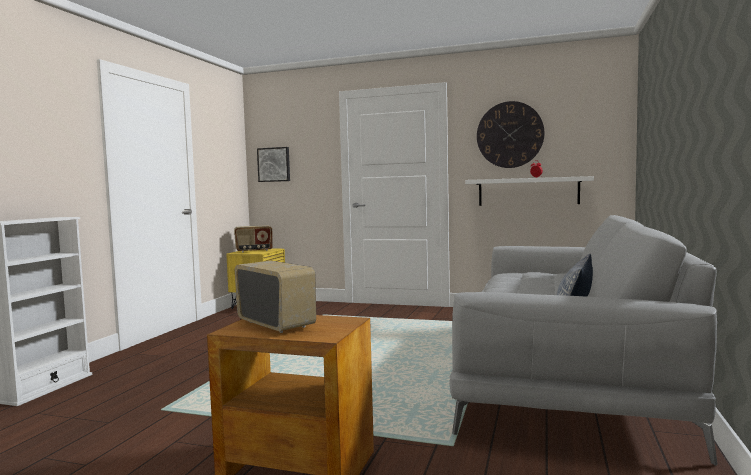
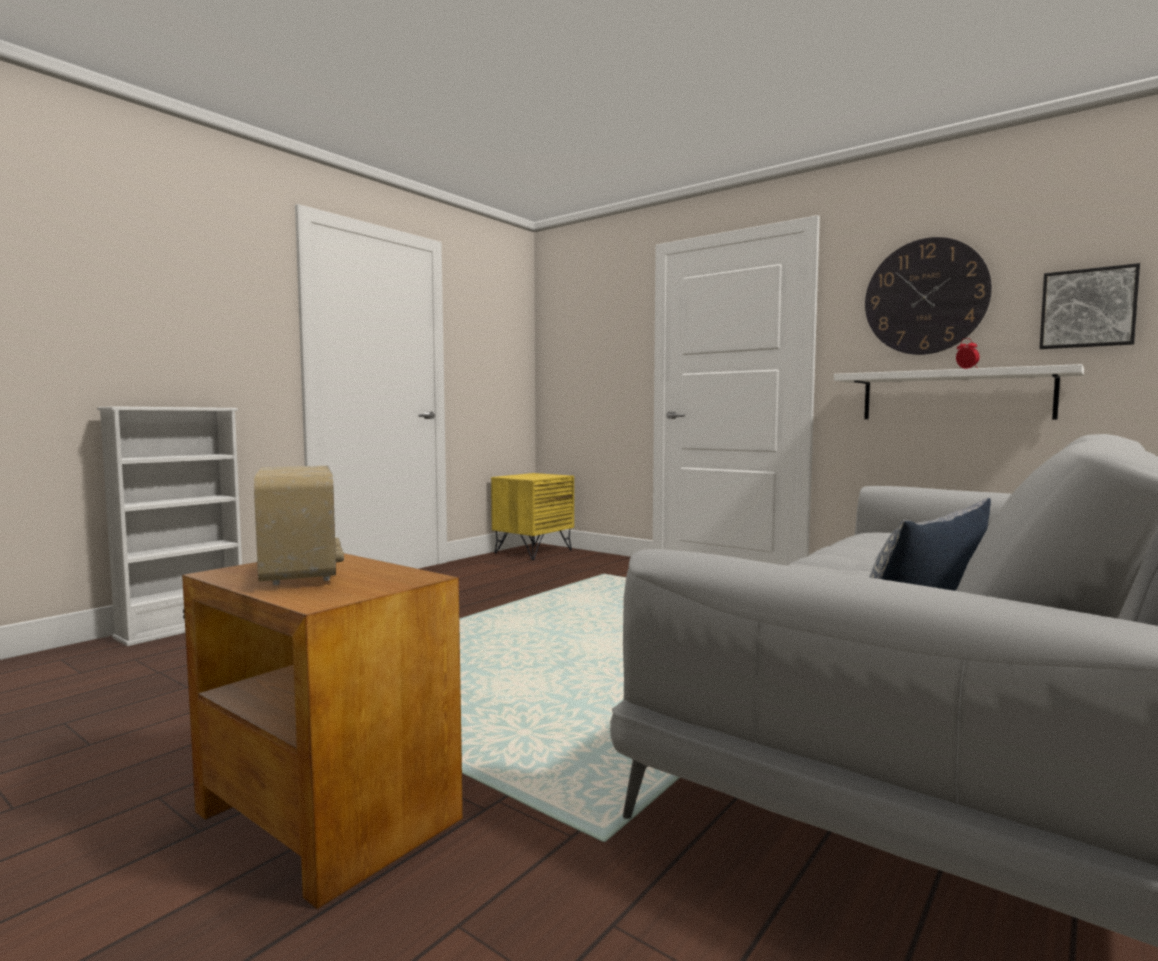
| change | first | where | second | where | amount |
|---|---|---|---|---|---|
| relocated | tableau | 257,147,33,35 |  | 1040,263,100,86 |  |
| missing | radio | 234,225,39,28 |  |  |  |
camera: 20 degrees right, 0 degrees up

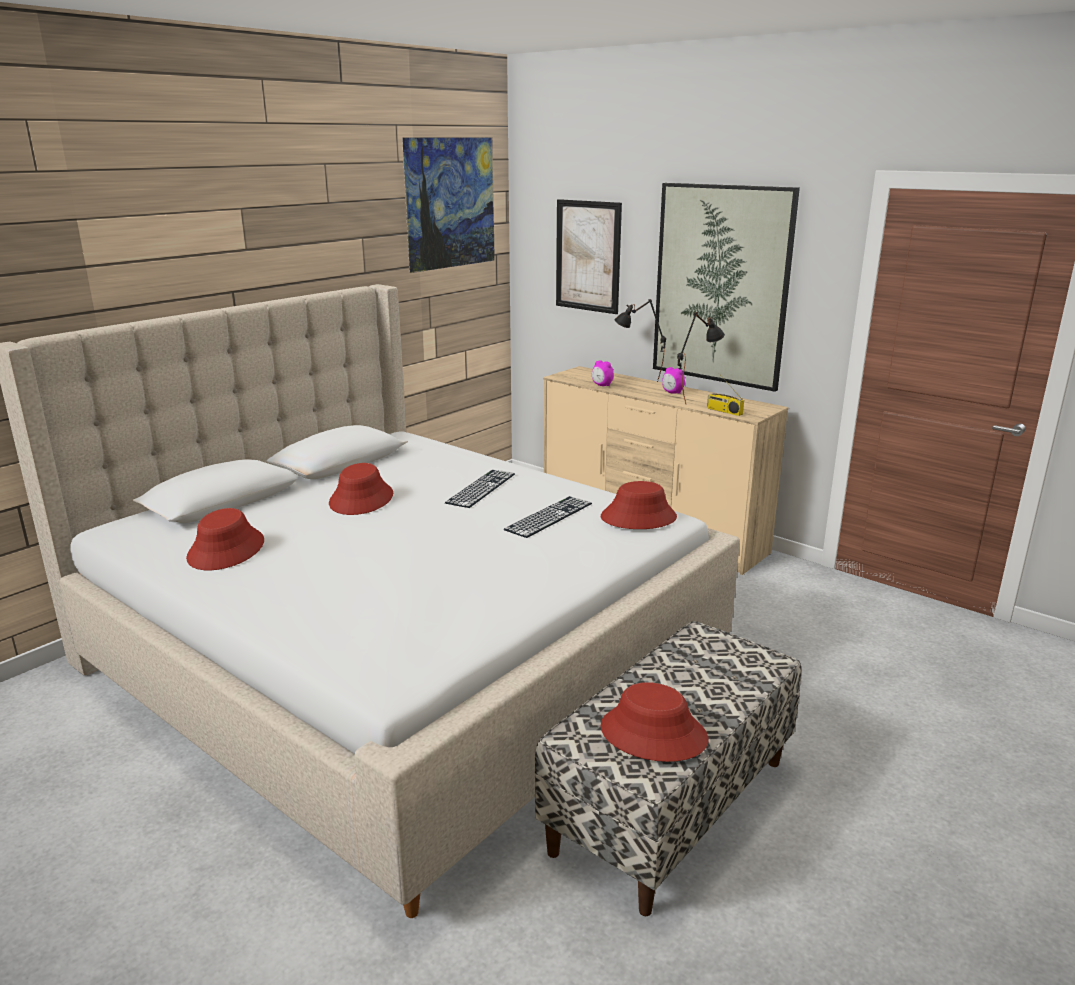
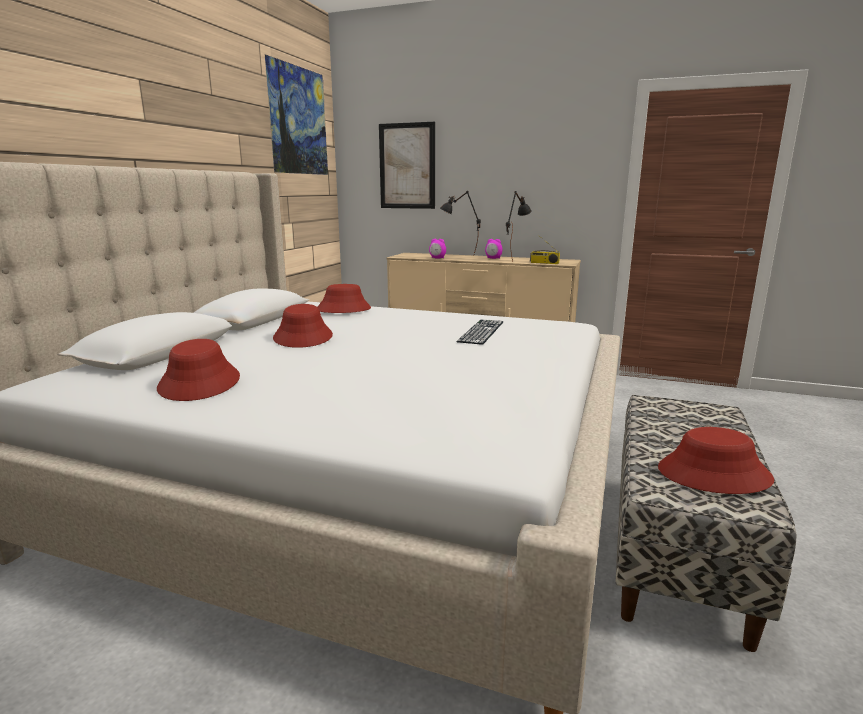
| change | first | where | second | where | amount |
|---|---|---|---|---|---|
| relocated | chapeau [rouge] | 601,481,76,48 |  | 317,284,54,29 |  |
| missing | clavier | 445,470,70,38 |  |  |  |
| missing | tableau | 653,183,147,209 |  |  |  |
camera: 20 degrees left, 5 degrees down

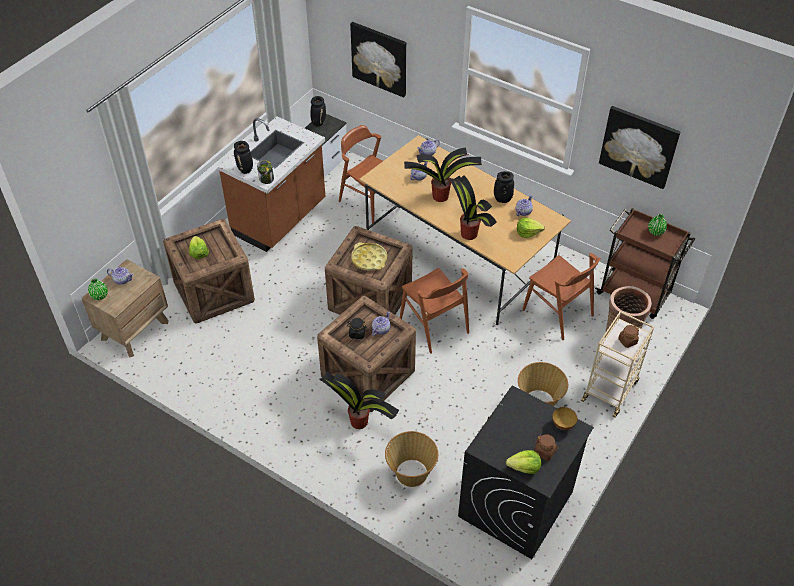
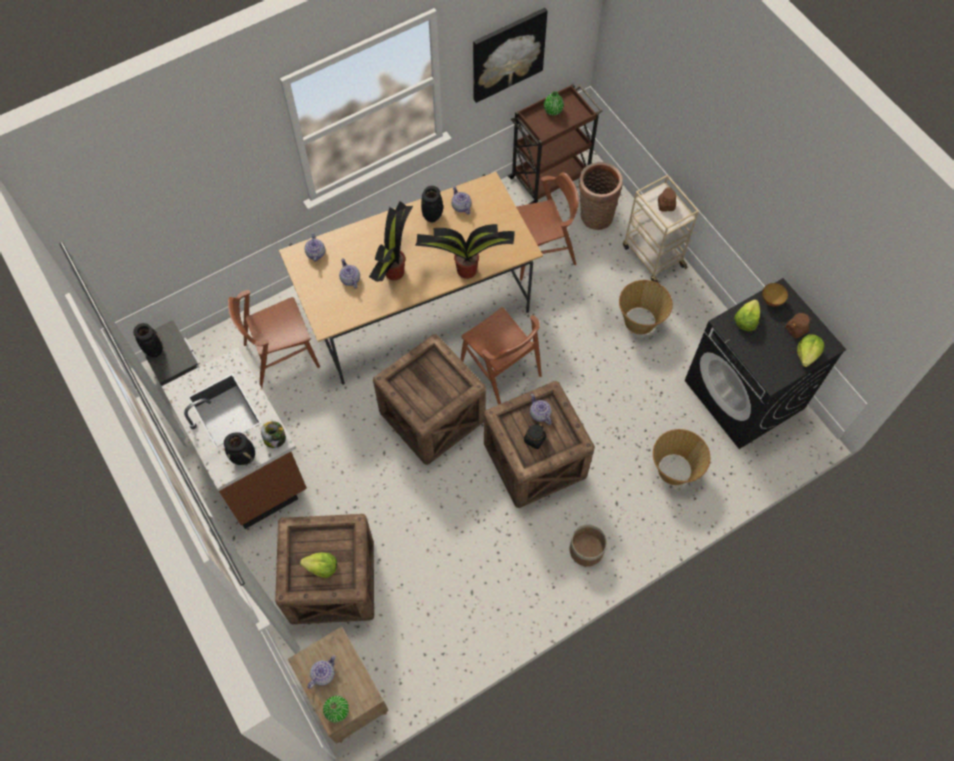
| change | first | where | second | where | amount |
|---|---|---|---|---|---|
| spun | chaise [marron] | 400,268,69,86 |  | 460,307,82,98 | 60 degrees clockwise |
| appeared |  |  | cache-pot | 570,524,37,42 |  |
| relocated | laitue | 517,218,28,20 |  | 734,300,26,31 |  |
| missing | plante en pot | 319,372,80,57 |  |  |  |
| missing | tableau | 350,22,56,76 |  |  |  |
| missing | plateau [jaune] | 351,242,36,29 |  |  |  |
camera: 65 degrees left, 15 degrees up

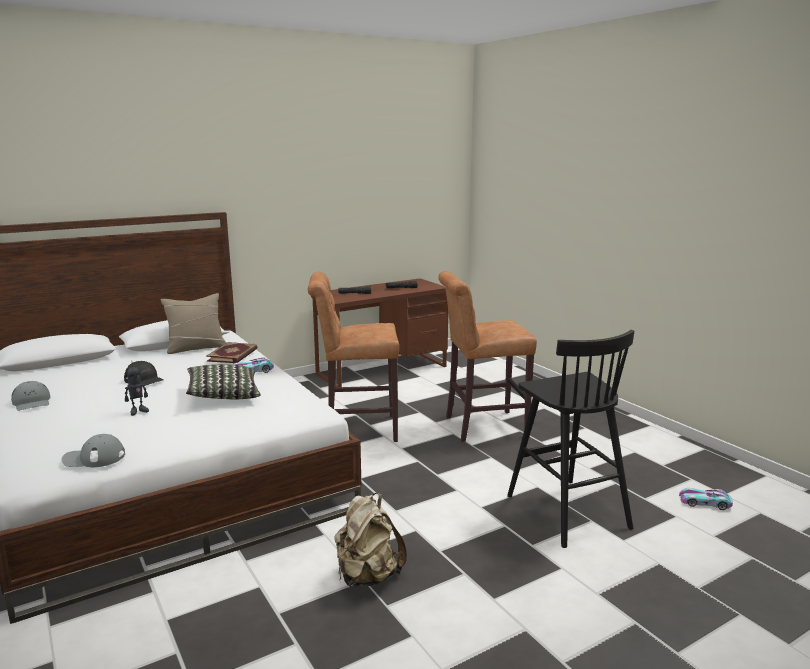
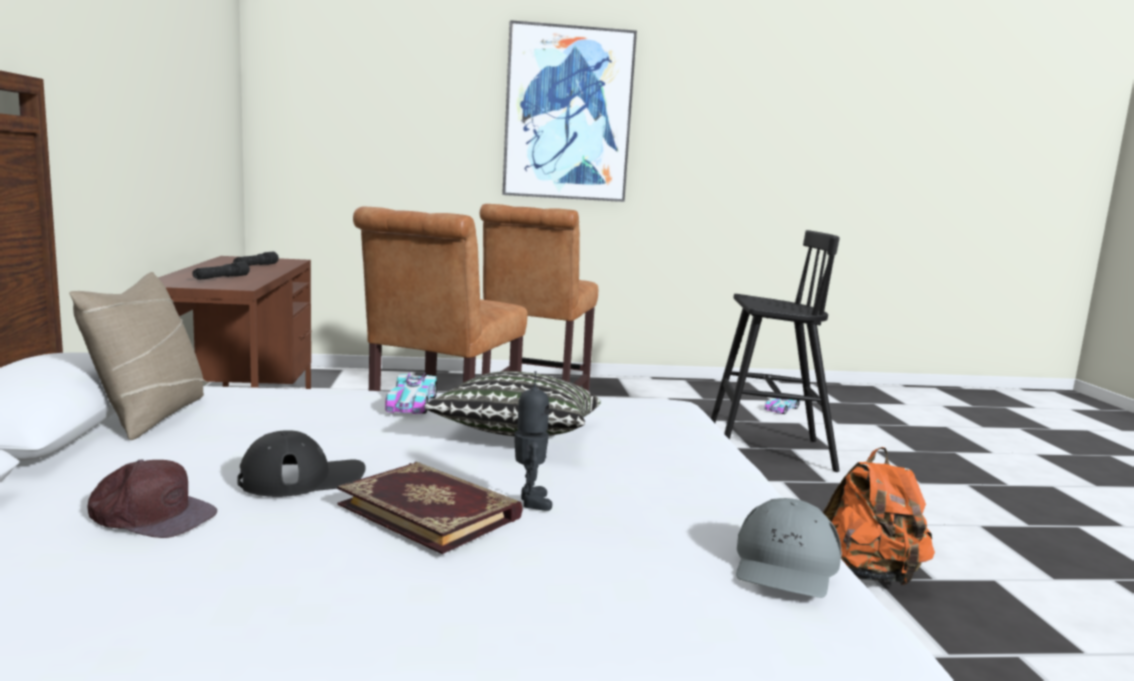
| change | first | where | second | where | amount |
|---|---|---|---|---|---|
| appeared |  |  | casquette [marron] | 87,459,130,79 |  |
| relocated | livre | 206,342,51,21 |  | 337,462,186,92 |  |
| appeared |  |  | tableau | 502,20,135,182 |  |
| colour | sac à dos [beige] | 334,493,73,94 | sac à dos [orange] | 823,447,112,139 |  |
| missing | casquette [gris] | 11,381,39,30 |  |  |  |
camera: 65 degrees left, 5 degrees down

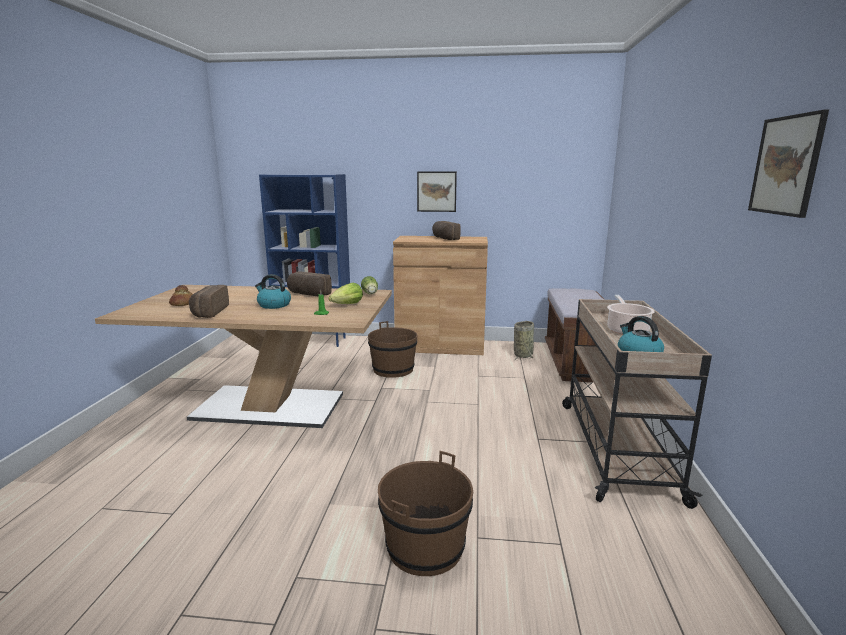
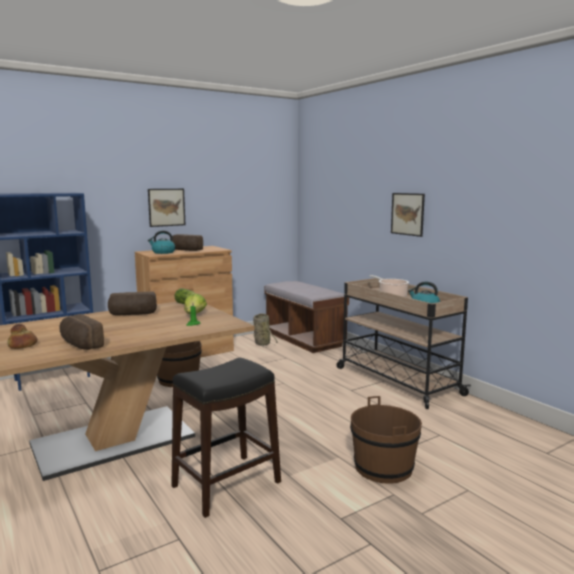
| change | first | where | second | where | amount |
|---|---|---|---|---|---|
| relocated | bouilloire | 255,274,36,35 |  | 148,231,27,23 |  |
| appeared |  |  | tabouret [noir] | 171,358,110,160 |  |
| relocated | tableau | 748,109,81,109 |  | 391,193,34,44 |  |
camera: 40 degrees left, 5 degrees down

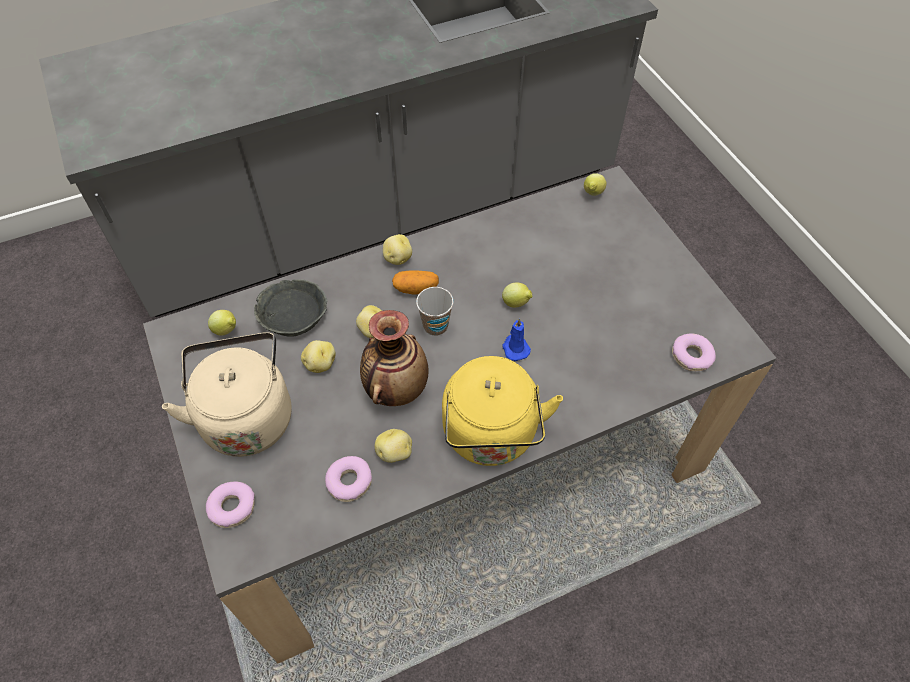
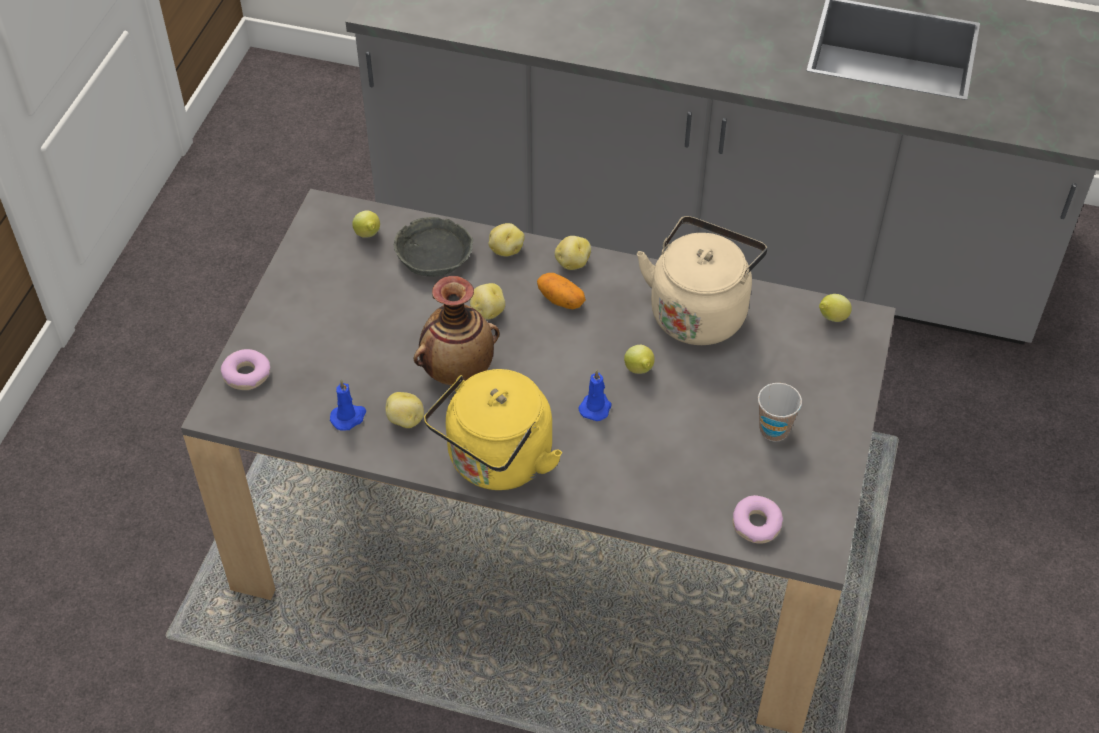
| change | first | where | second | where | amount |
|---|---|---|---|---|---|
| exchanged | beignet | 325,456,47,46 | bougie [bleu] | 330,379,36,52 |  |
| relocated | pomme de terre | 301,340,34,33 |  | 488,223,37,34 |  |
| relocated | bouilloire [beige] | 162,332,129,125 |  | 637,216,130,129 |  |
| relocated | tasse | 416,287,38,49 |  | 758,383,44,59 |  |
camera: 40 degrees right, 5 degrees down

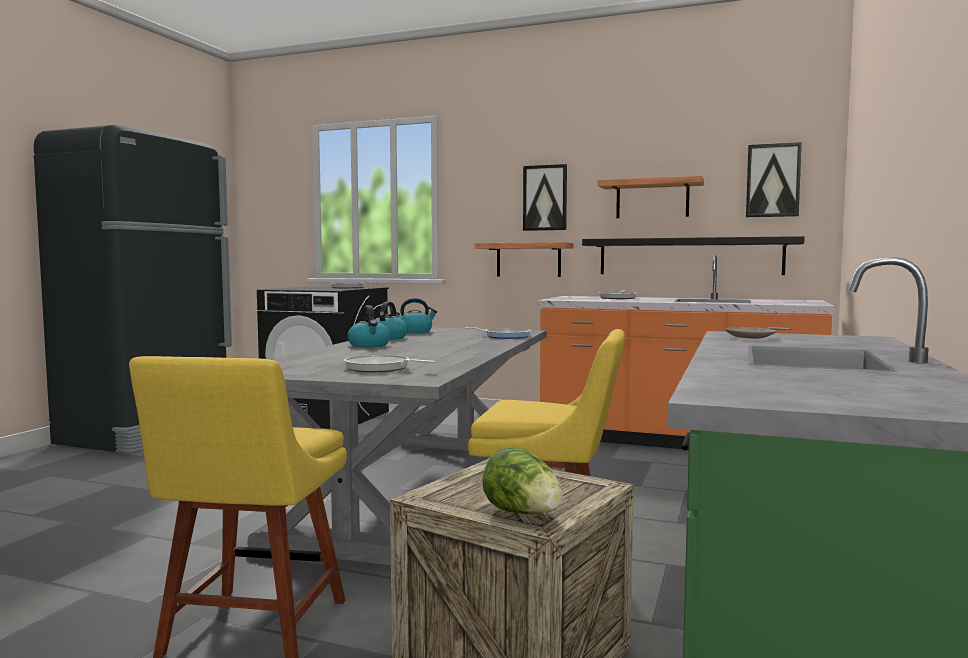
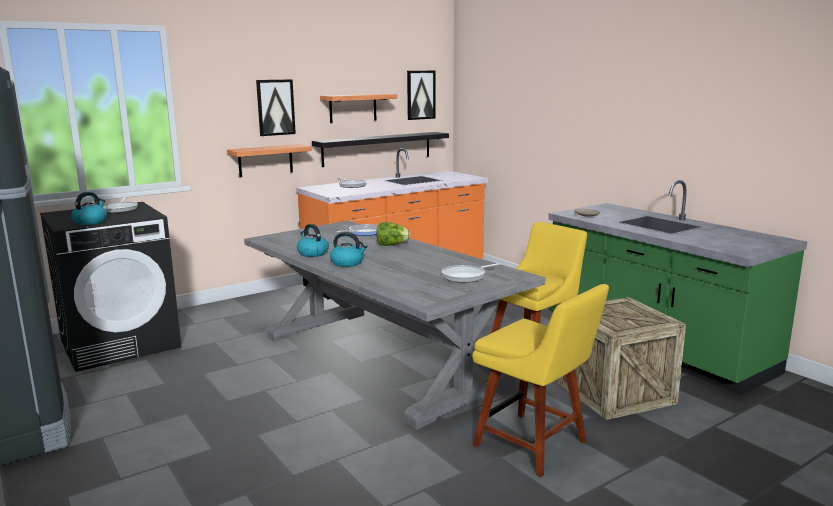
| change | first | where | second | where | amount |
|---|---|---|---|---|---|
| relocated | bouilloire | 399,298,38,35 |  | 71,192,36,33 |  |
| relocated | laitue | 482,446,81,69 |  | 377,222,34,24 |  |
camera: 55 degrees left, 10 degrees up

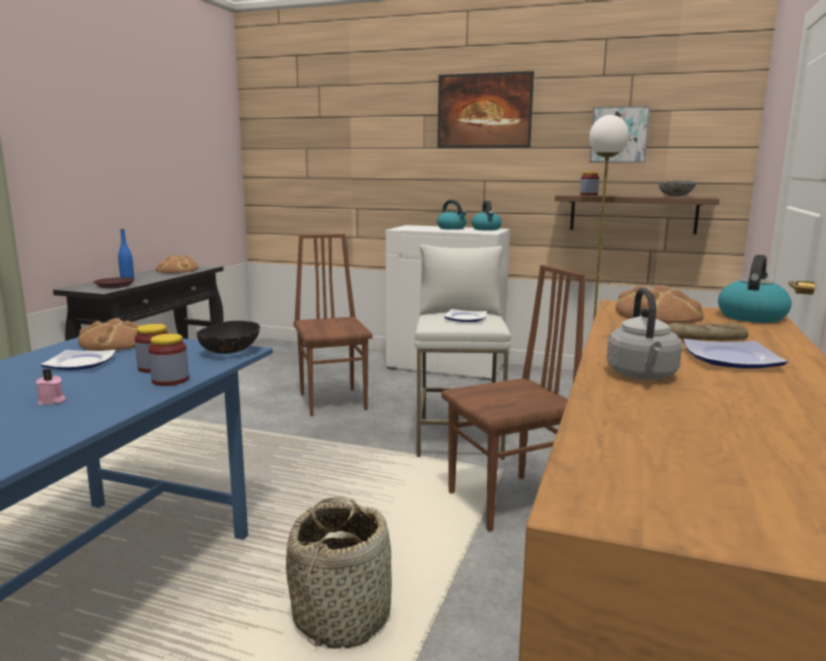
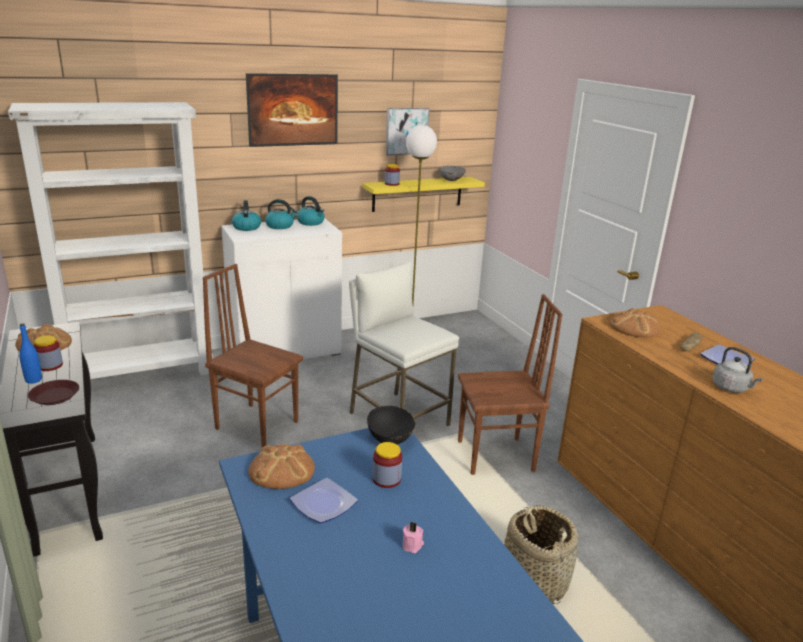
| change | first | where | second | where | amount |
|---|---|---|---|---|---|
| appeared |  |  | bibliothèque [blanc] | 8,102,205,277 |  |
| relocated | bocal | 148,334,41,52 |  | 34,335,29,36 |  |
| relocated | bouilloire | 718,255,74,68 |  | 232,200,29,31 |  |
| colour | étagère [marron] | 555,194,165,40 | étagère [jaune] | 362,177,123,35 |  |
| spun | chaise [marron] | 441,265,145,267 |  | 458,294,104,181 | 60 degrees clockwise |
| missing | assiette | 444,309,43,13 |  |  |  |
camera: 45 degrees left, 10 degrees up

